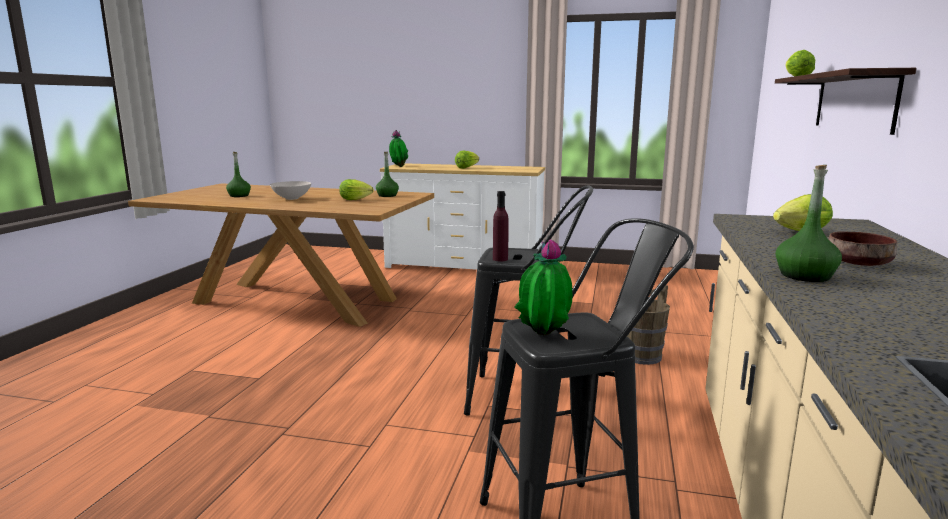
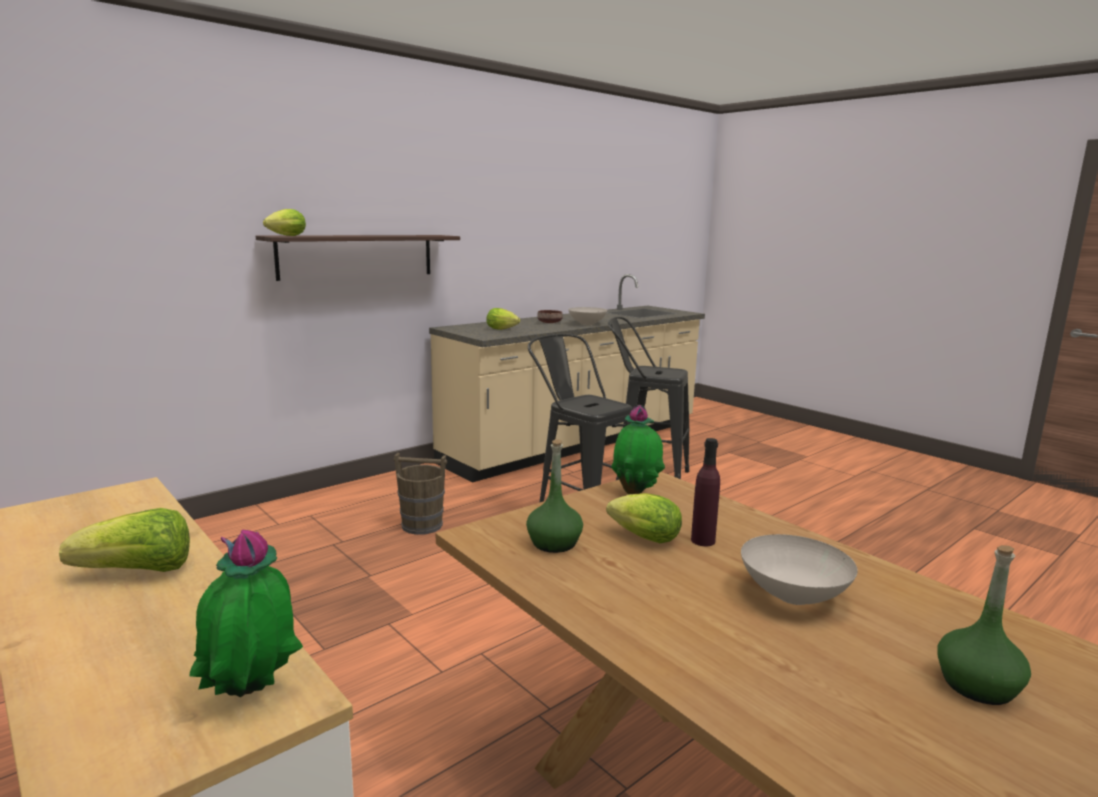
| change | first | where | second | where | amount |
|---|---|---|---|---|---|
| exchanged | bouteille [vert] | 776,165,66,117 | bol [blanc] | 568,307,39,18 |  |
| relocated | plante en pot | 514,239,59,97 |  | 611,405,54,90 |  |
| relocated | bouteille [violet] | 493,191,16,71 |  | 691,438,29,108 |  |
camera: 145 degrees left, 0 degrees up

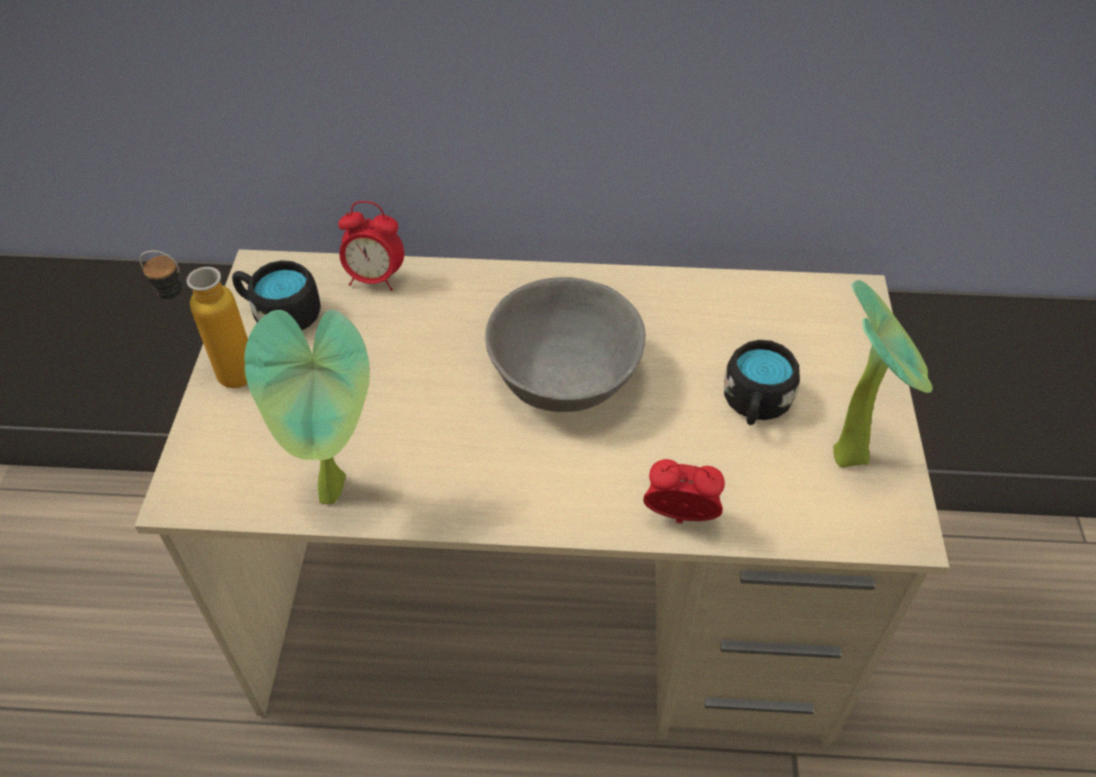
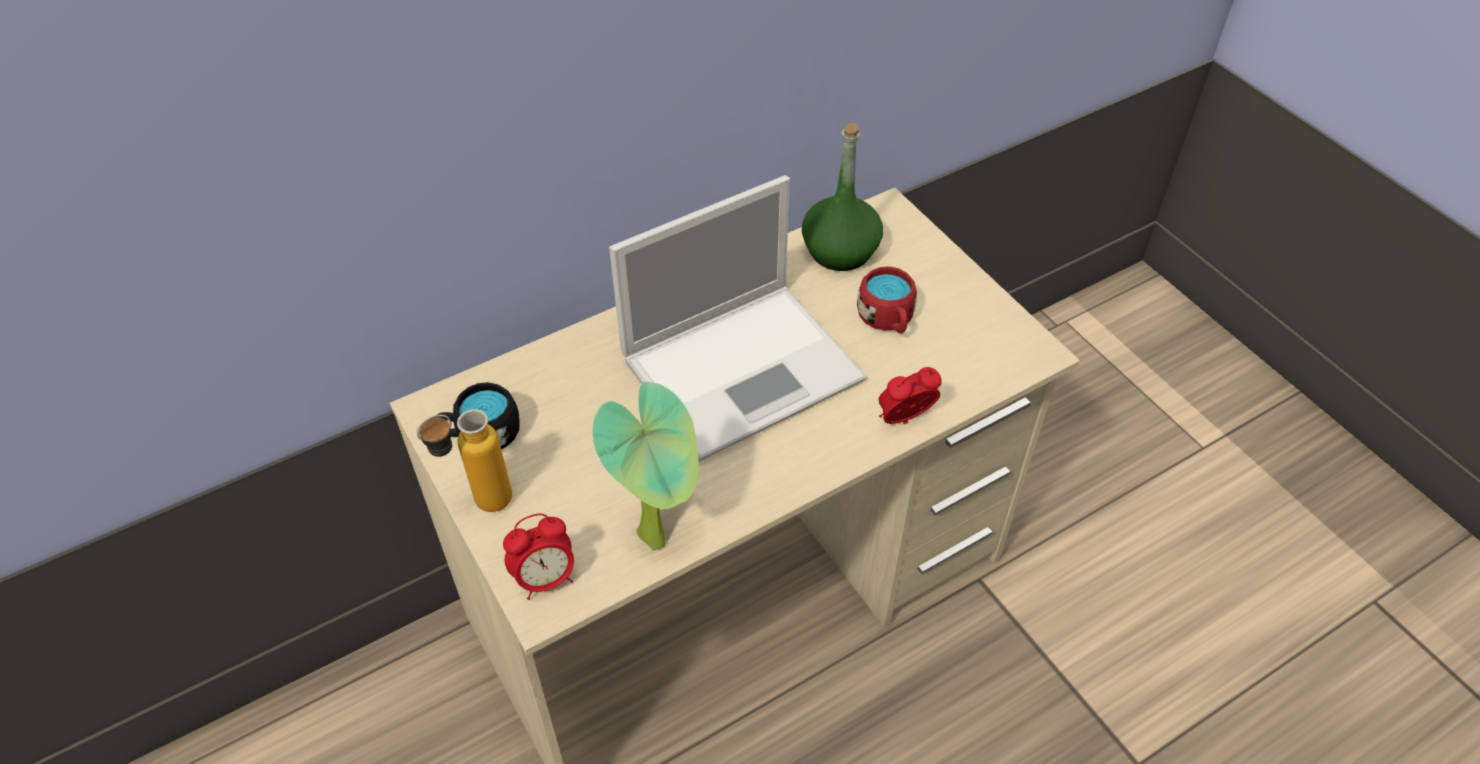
| change | first | where | second | where | amount |
|---|---|---|---|---|---|
| relocated | réveil | 338,201,66,90 |  | 503,513,71,87 |  |
| exchanged | bol [gris] | 485,277,161,135 | ordinateur portable | 609,175,258,287 |  |
| appeared |  |  | bouteille [vert] | 802,123,81,148 |  |
| colour | mug [noir] | 724,340,76,85 | mug [rouge] | 857,266,60,68 |  |
| missing | plante en pot | 833,280,100,187 |  |  |  |
camera: 35 degrees left, 0 degrees up

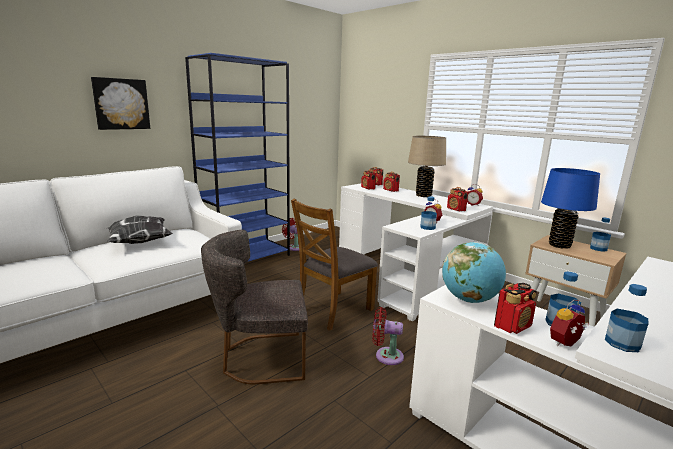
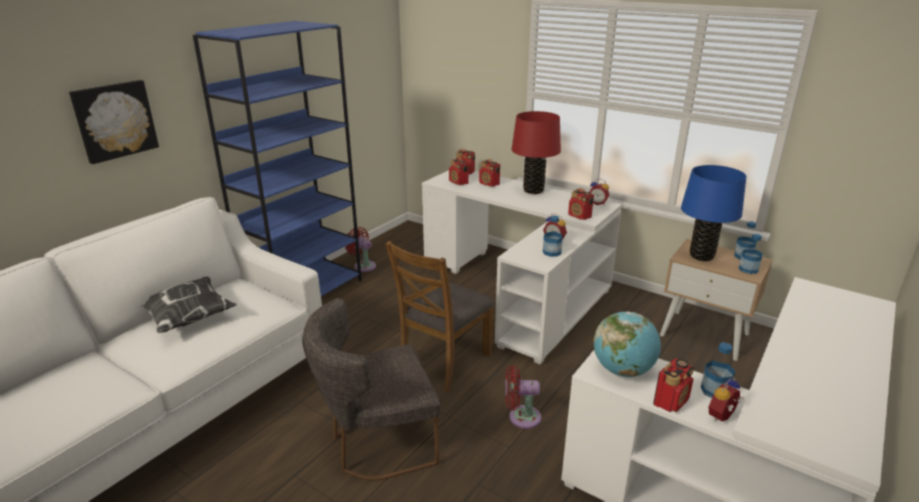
| change | first | where | second | where | amount |
|---|---|---|---|---|---|
| colour | lampe de table [beige] | 408,136,38,61 | lampe de table [rouge] | 512,111,49,83 |  |
| relocated | bouteille | 605,284,44,68 |  | 739,234,23,40 |  |
camera: 10 degrees left, 10 degrees up

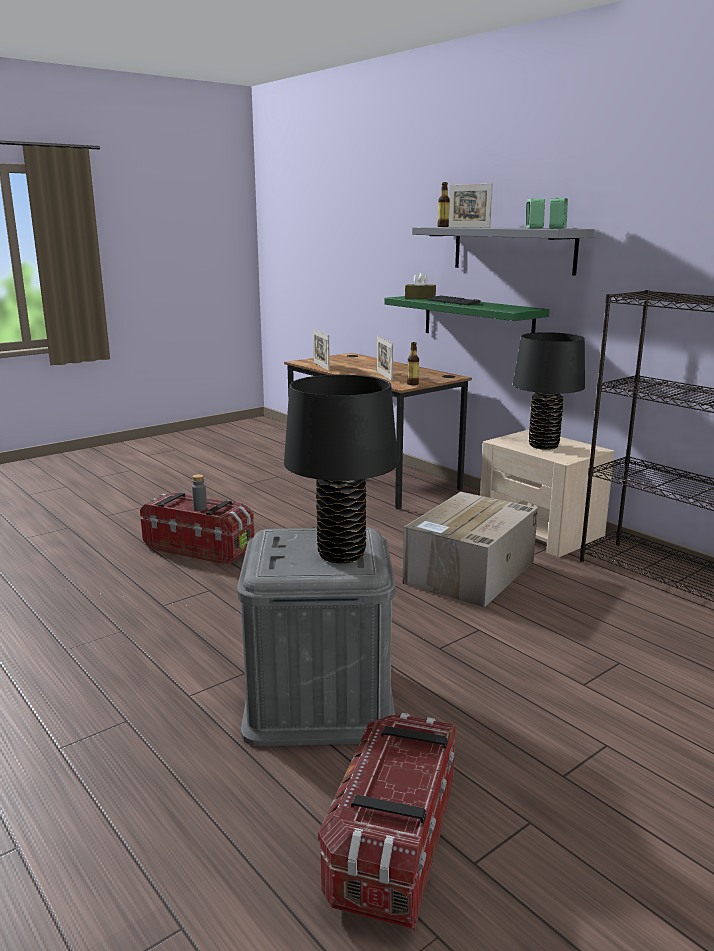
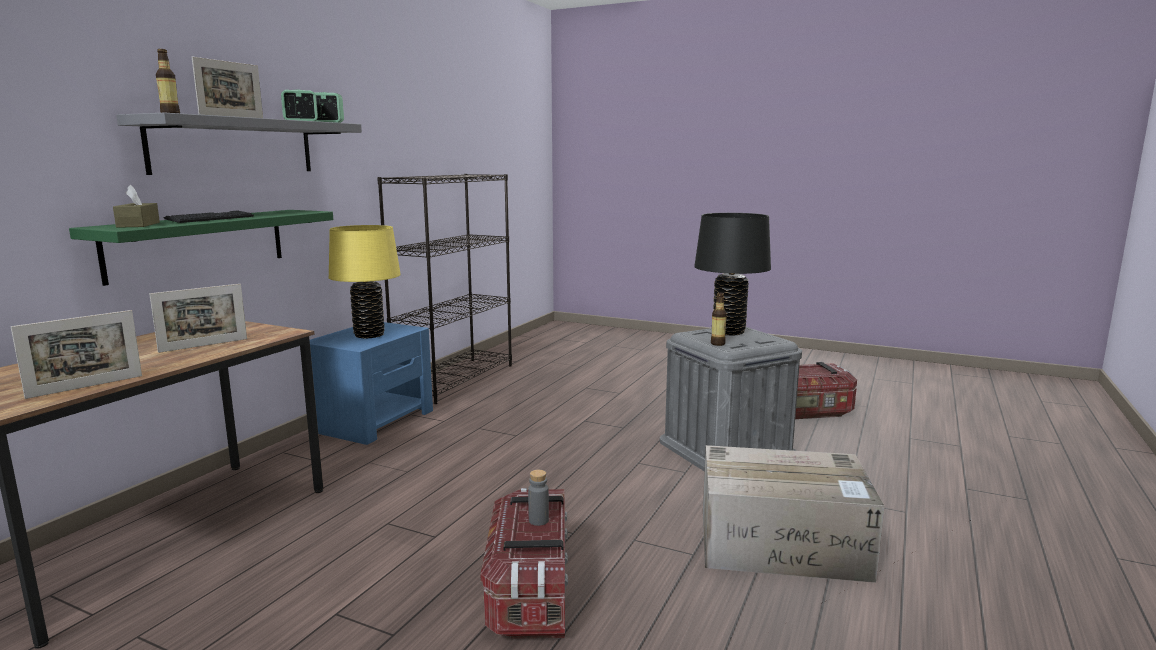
| change | first | where | second | where | amount |
|---|---|---|---|---|---|
| colour | table de chevet [beige] | 480,430,134,127 | table de chevet [bleu] | 310,322,123,123 |  |
| colour | lampe de table [noir] | 513,332,72,118 | lampe de table [jaune] | 329,225,72,114 |  |
| relocated | carton | 403,492,135,116 |  | 703,445,182,138 |  |
| relocated | bouteille | 407,342,12,43 |  | 711,293,16,53 |  |
camera: 115 degrees left, 5 degrees down

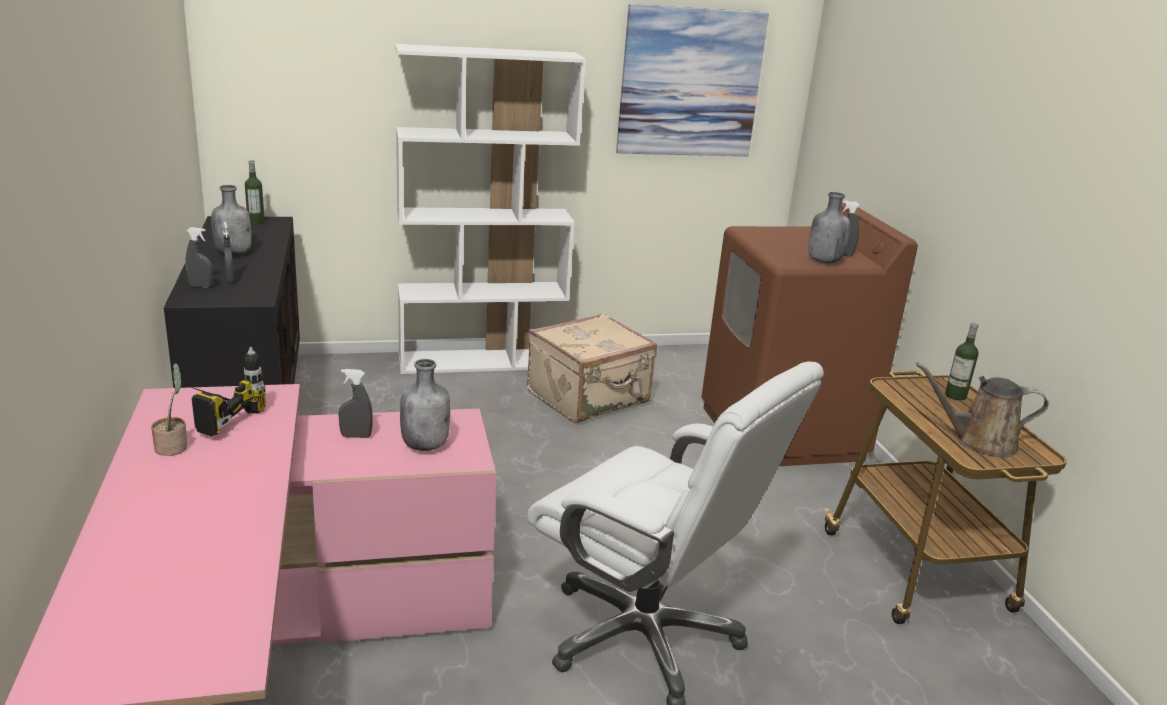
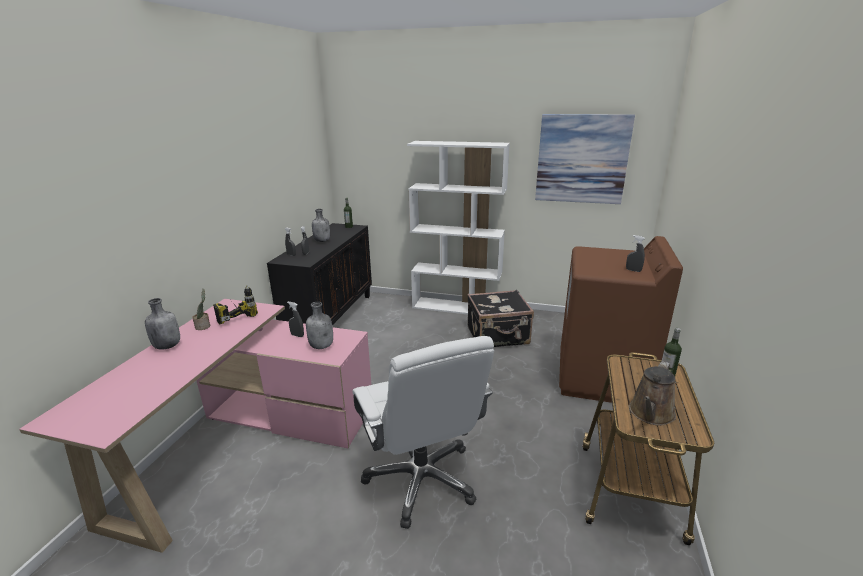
| change | first | where | second | where | amount |
|---|---|---|---|---|---|
| relocated | bouteille [gris] | 808,192,42,71 |  | 145,298,35,51 |  |
| colour | valise [beige] | 527,313,130,110 | valise [noir] | 467,290,67,57 |  |
| spun | arrosoir [marron] | 916,362,132,95 |  | 629,361,47,65 | 90 degrees counterclockwise |
camera: 30 degrees right, 0 degrees up

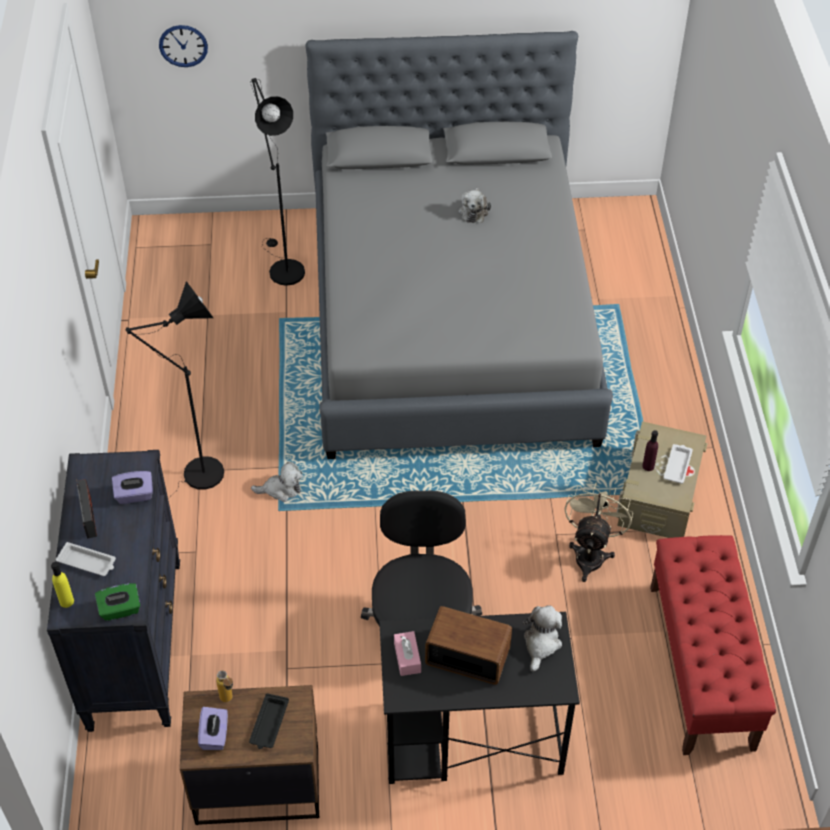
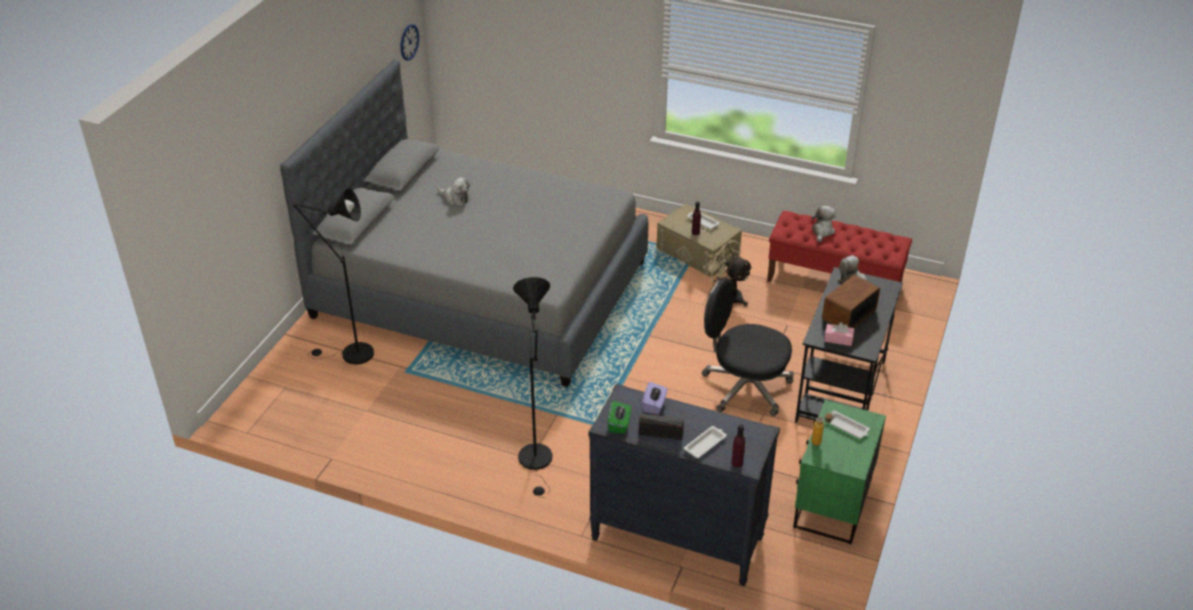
| change | first | where | second | where | amount |
|---|---|---|---|---|---|
| relocated | horloge murale | 159,25,49,42 |  | 401,24,18,37 |  |
| relocated | boîte à mouchoirs [vert] | 95,583,45,38 |  | 608,401,23,33 |  |
| colour | bouteille [jaune] | 51,562,23,46 | bouteille [violet] | 732,424,13,44 |  |
| colour | table de chevet [marron] | 180,685,139,140 | table de chevet [vert] | 793,400,93,145 |  |
| relocated | peluche | 251,462,52,40 |  | 812,206,23,37 |  |
| colour | plateau [noir] | 249,693,40,56 | plateau [blanc] | 830,410,40,29 |  |
| missing | boîte à mouchoirs [violet] | 198,707,30,43 |  |  |  |
camera: 65 degrees left, 10 degrees down

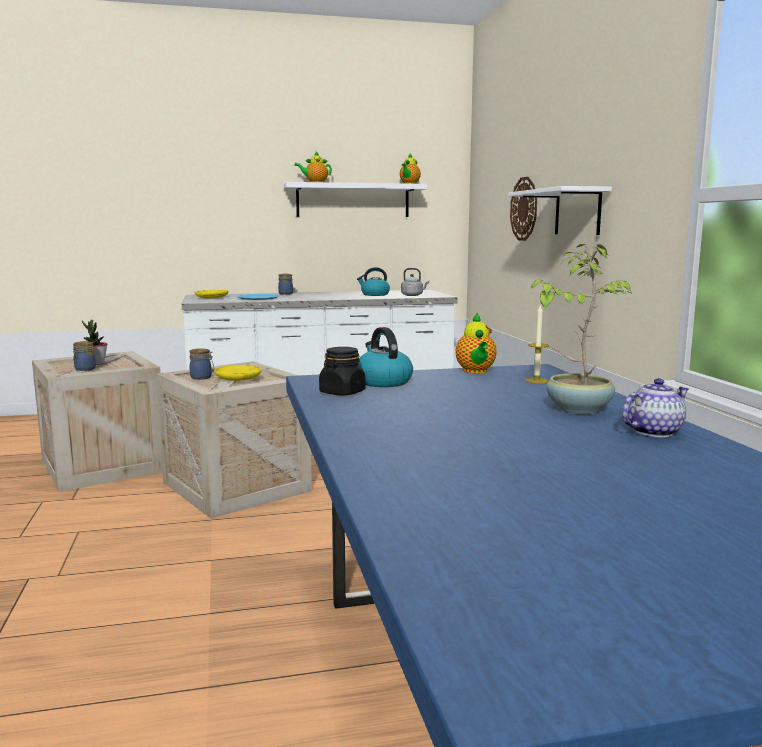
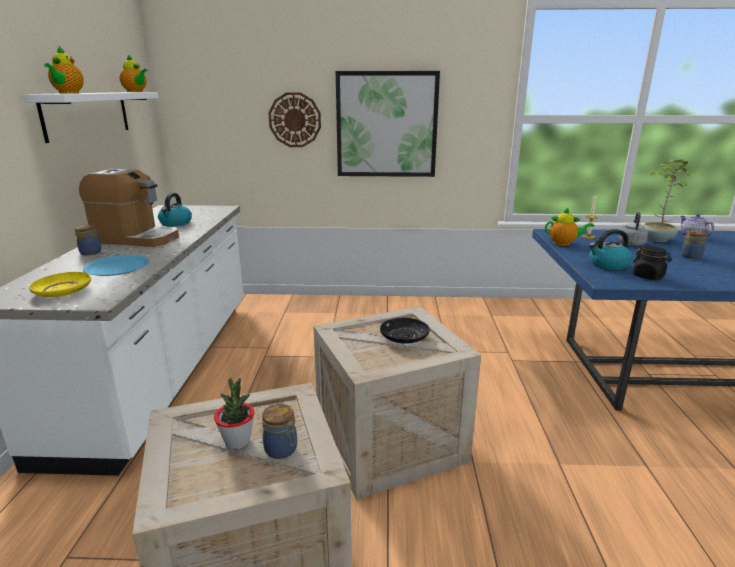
| change | first | where | second | where | amount |
|---|---|---|---|---|---|
| appeared |  |  | machine à café | 79,169,100,78 |  |
| exchanged | étagère [blanc] | 508,186,104,49 | tableau | 336,71,104,106 |  |
| colour | assiette [jaune] | 214,365,47,16 | assiette [noir] | 380,318,50,26 |  |
| relocated | bouilloire [gris] | 401,268,28,28 |  | 618,212,30,34 |  |
| relocated | bocal | 189,348,25,32 |  | 681,230,27,29 |  |
camera: 75 degrees left, 10 degrees up

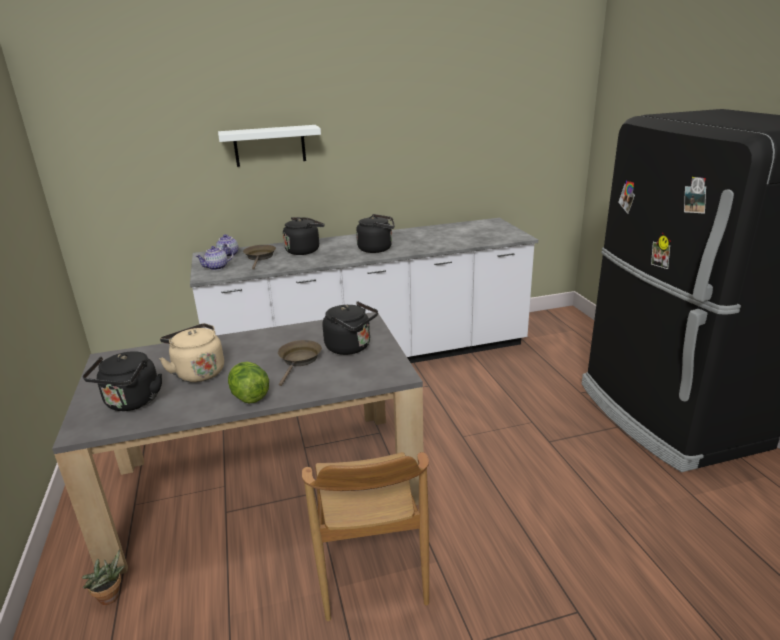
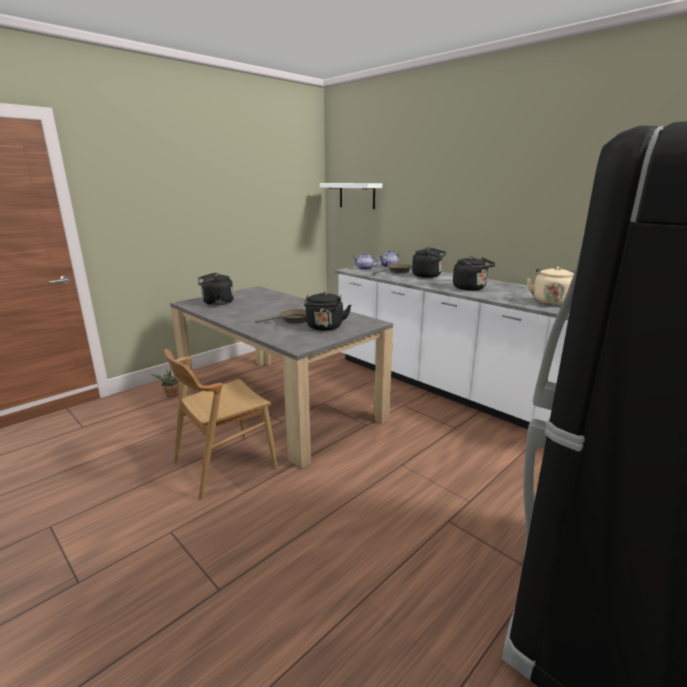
| change | first | where | second | where | amount |
|---|---|---|---|---|---|
| relocated | étagère [blanc] | 218,125,103,42 |  | 320,183,62,26 |  |
| relocated | bouilloire [beige] | 159,323,65,59 |  | 527,267,48,39 |  |
| missing | laitue | 228,362,41,42 |  |  |  |
camera: 60 degrees right, 5 degrees down

